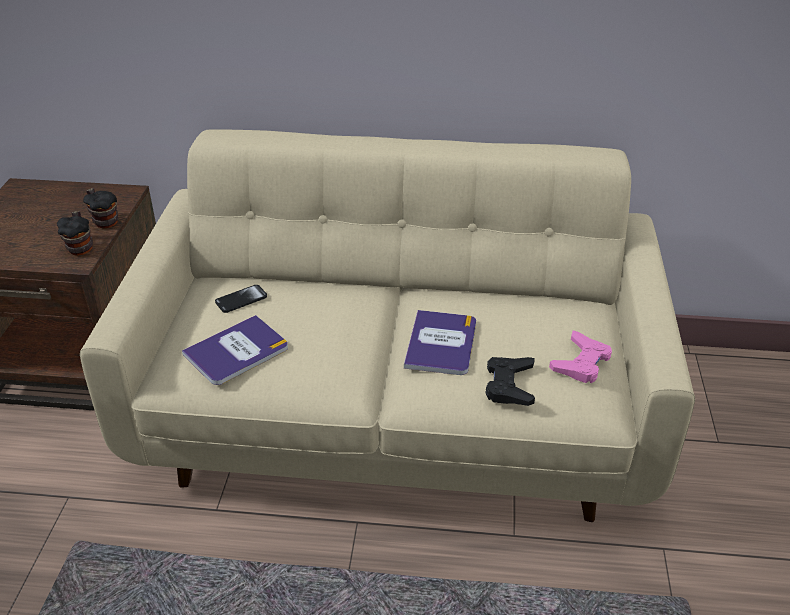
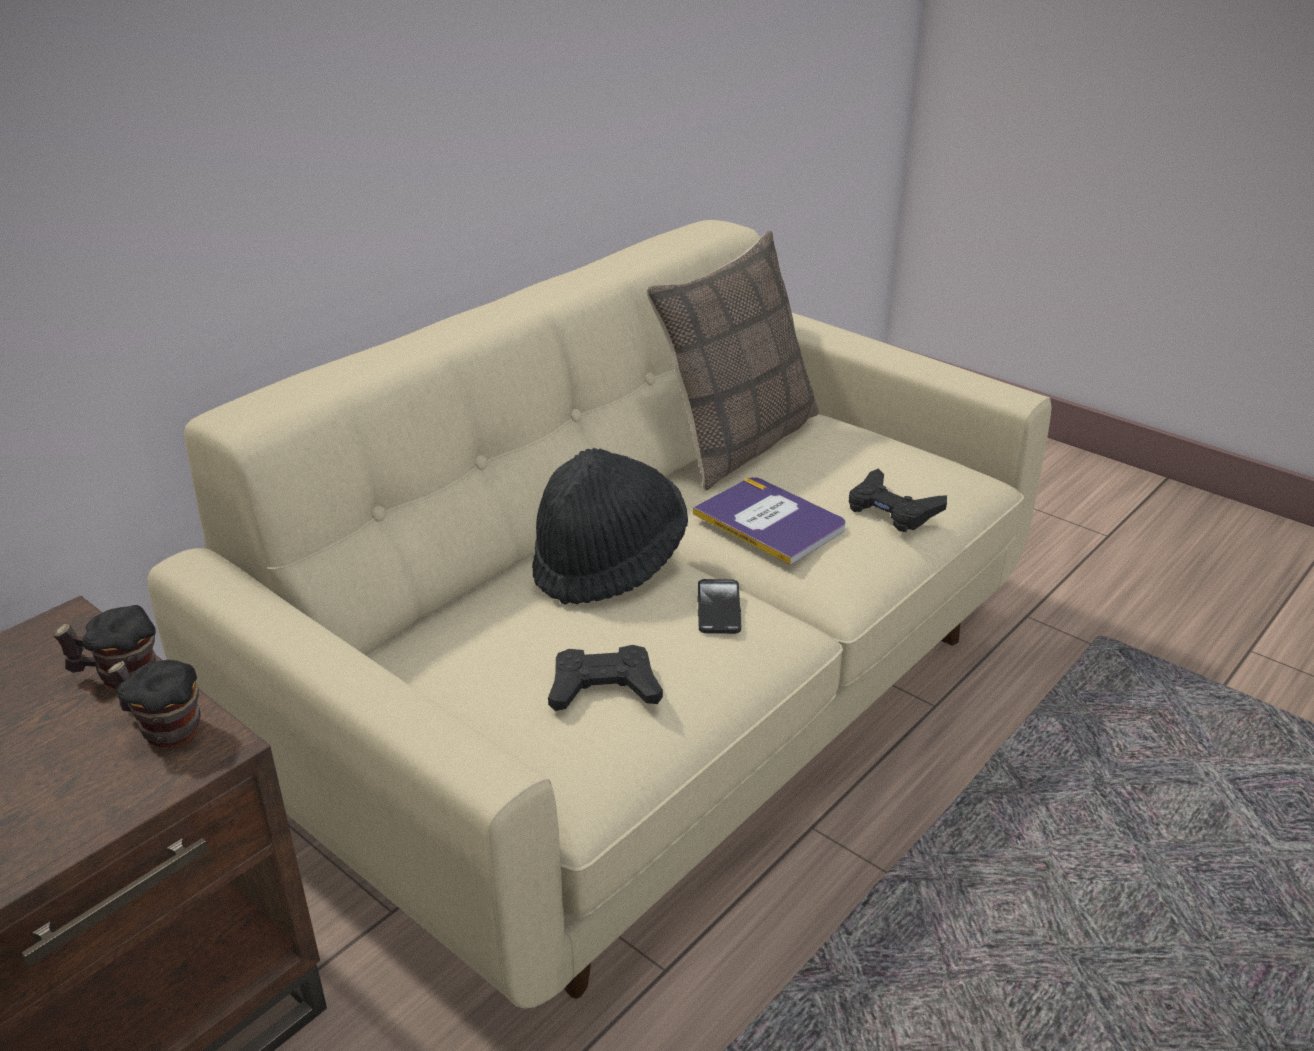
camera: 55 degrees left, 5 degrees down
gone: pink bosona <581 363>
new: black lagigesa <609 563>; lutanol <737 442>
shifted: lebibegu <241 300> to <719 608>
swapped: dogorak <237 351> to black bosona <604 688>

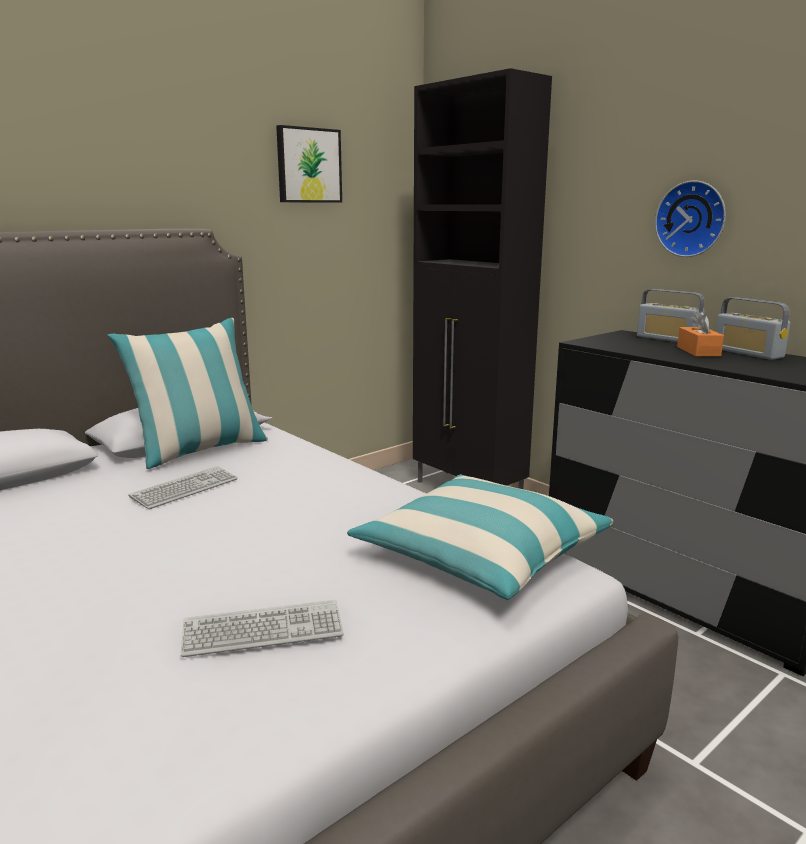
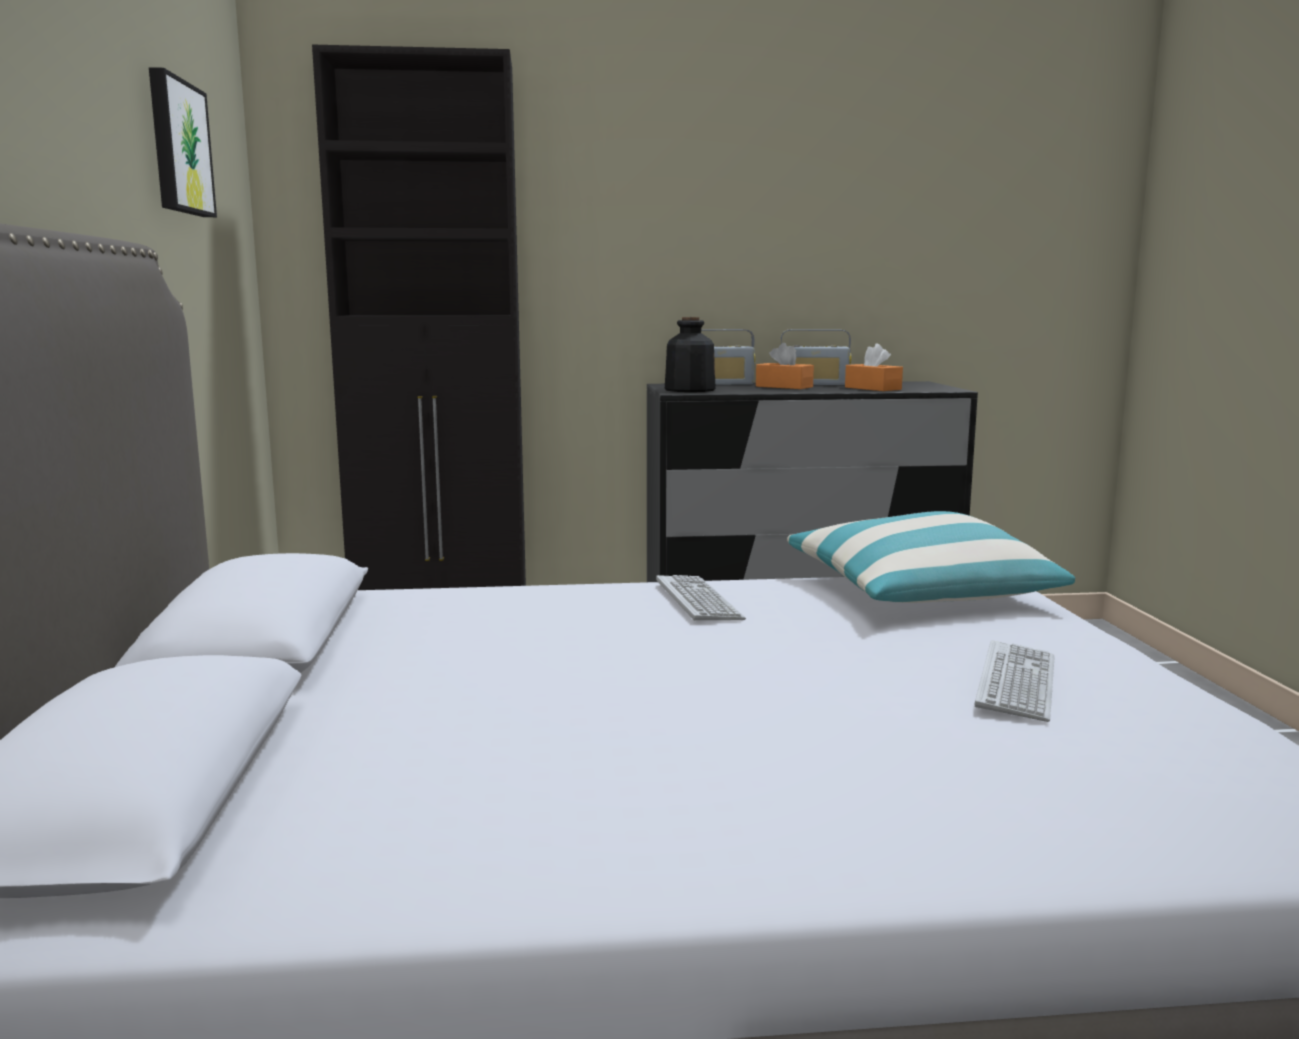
camera: 55 degrees left, 5 degrees down
gone: lutanol <200 450>; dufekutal <692 219>
new: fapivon <689 390>; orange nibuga <872 388>
shifted: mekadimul <185 489> to <698 600>

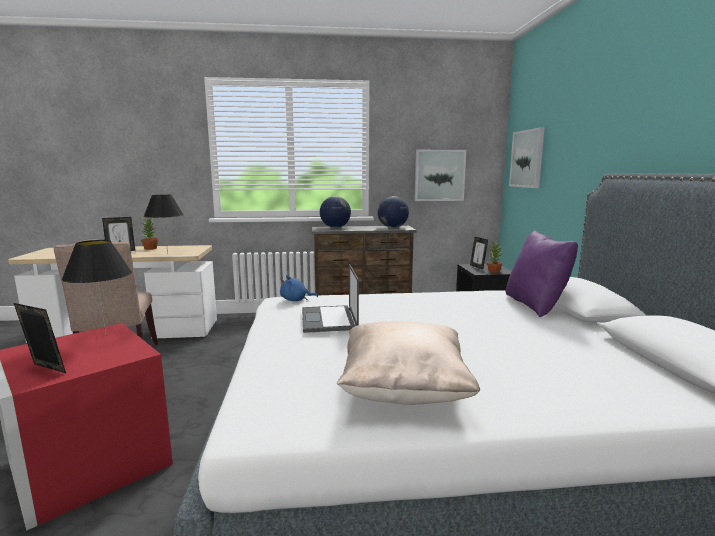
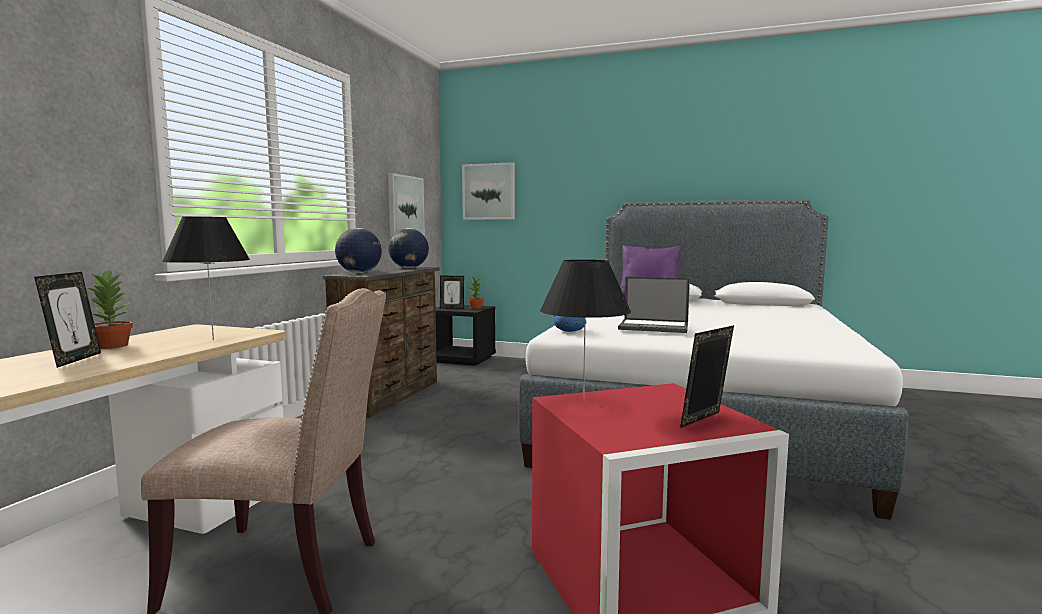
camera: 65 degrees left, 5 degrees down
gone: beige lutanol <404 390>

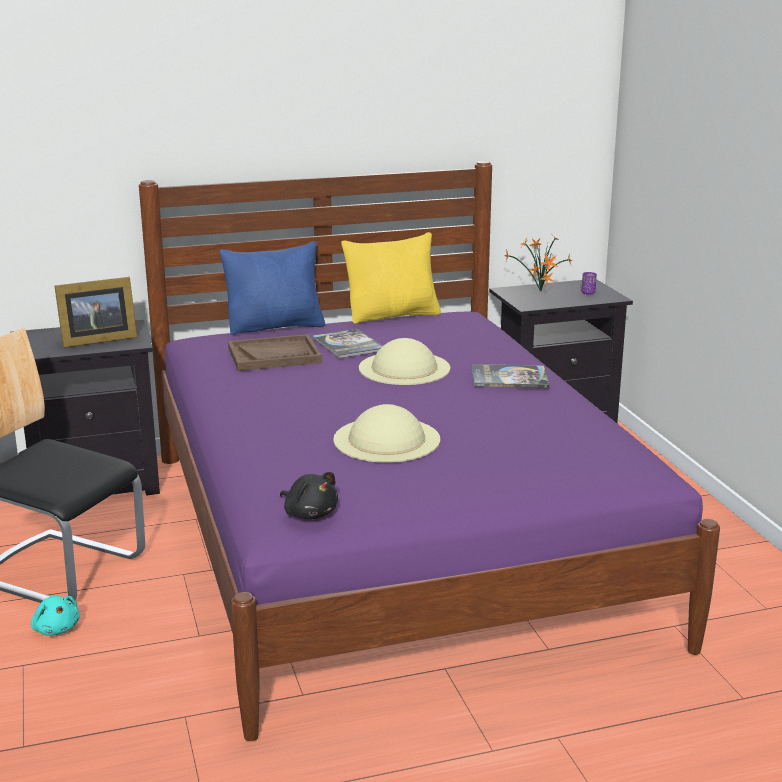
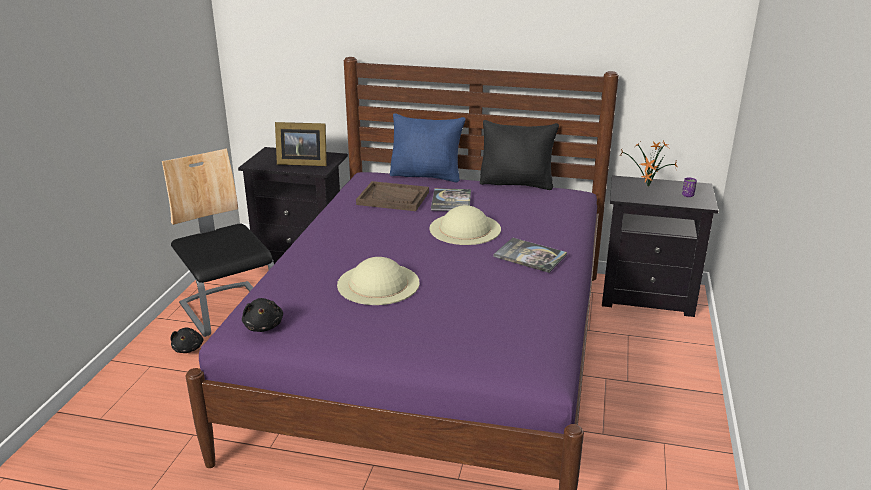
camera: 30 degrees right, 5 degrees up
repainted: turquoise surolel <56 628> to black surolel <188 348>; yellow lutanol <393 315> to black lutanol <517 183>

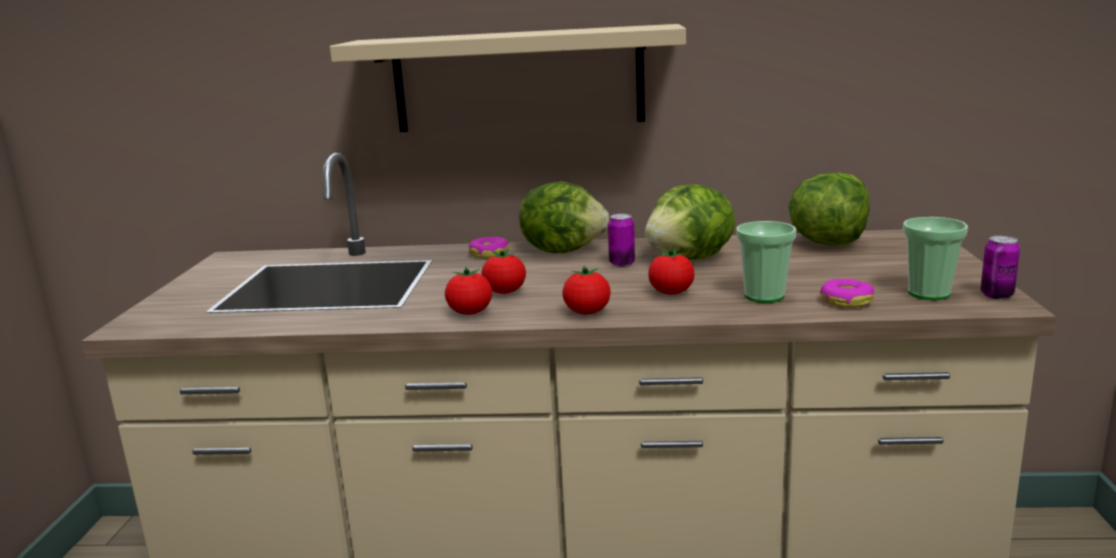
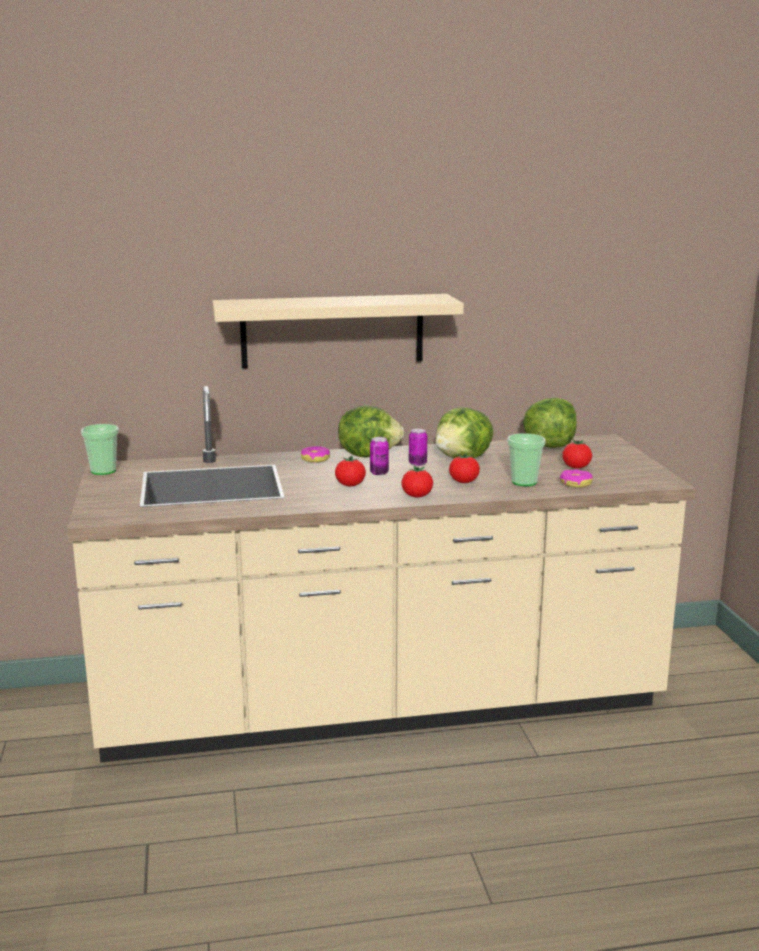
camera: 15 degrees left, 0 degrees up
shifted: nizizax <929 293> to <103 471>; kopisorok <996 295> to <379 473>; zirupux <470 312> to <576 467>

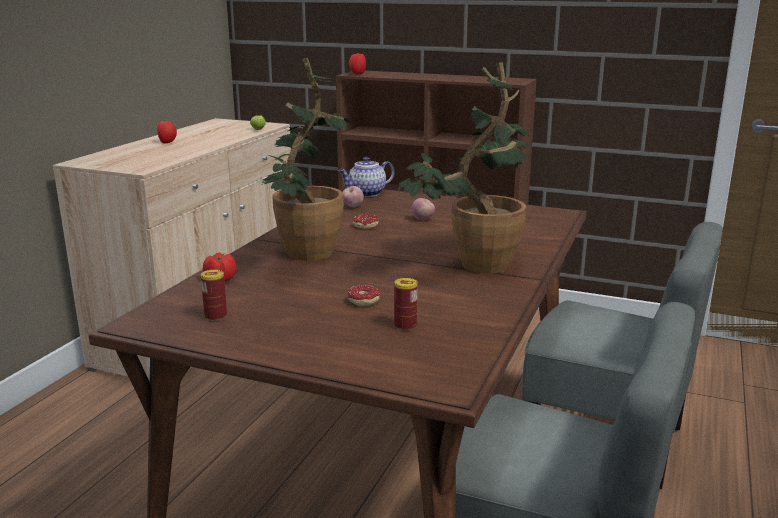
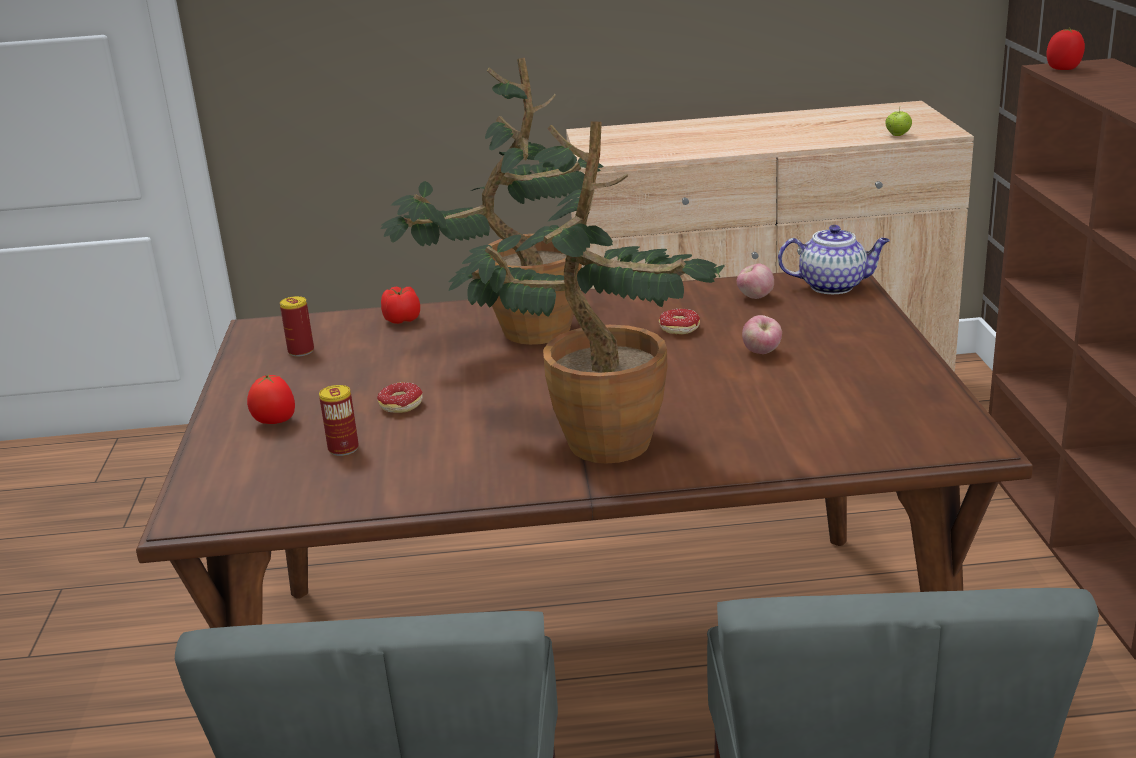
camera: 65 degrees right, 5 degrees up
shifted: zirupux <168 143> to <274 422>
rotated: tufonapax <366 193> = <833 286> 150 degrees clockwise

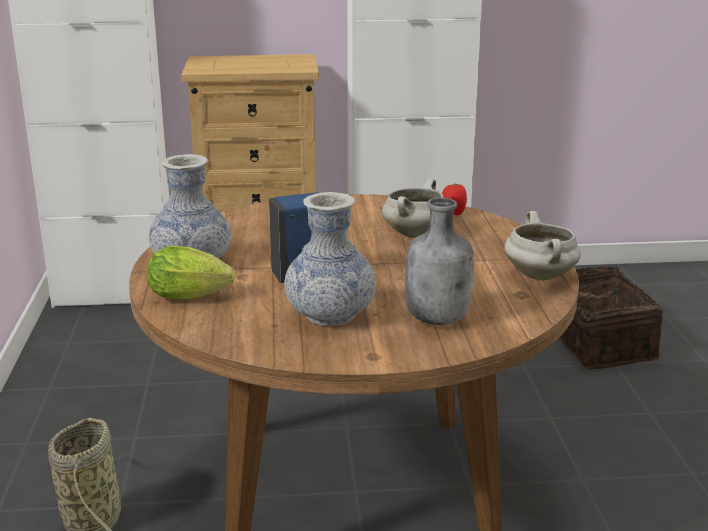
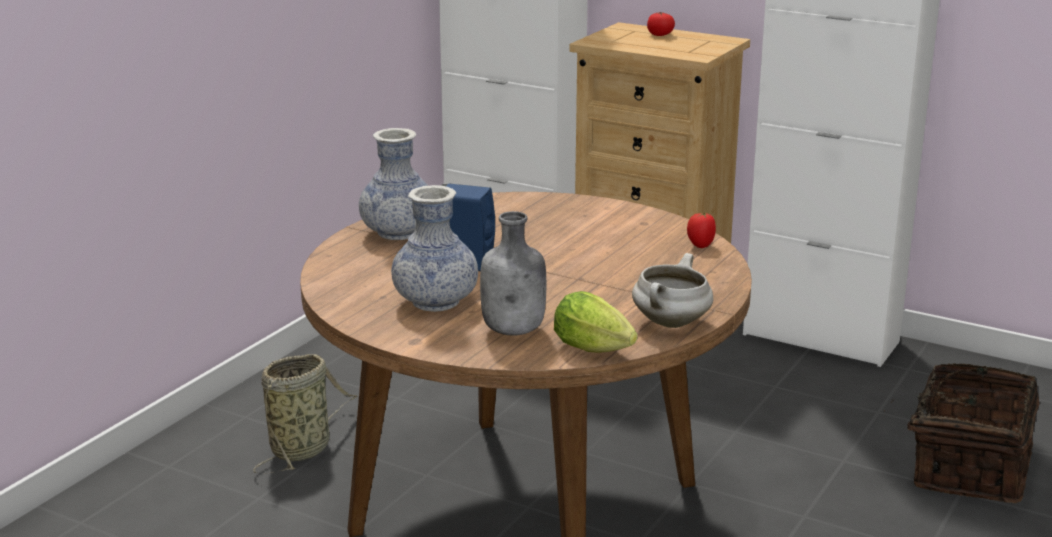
camera: 35 degrees right, 0 degrees up
gone: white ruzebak <414 234>
new: zirupux <660 35>
shifted: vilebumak <193 297> to <597 350>

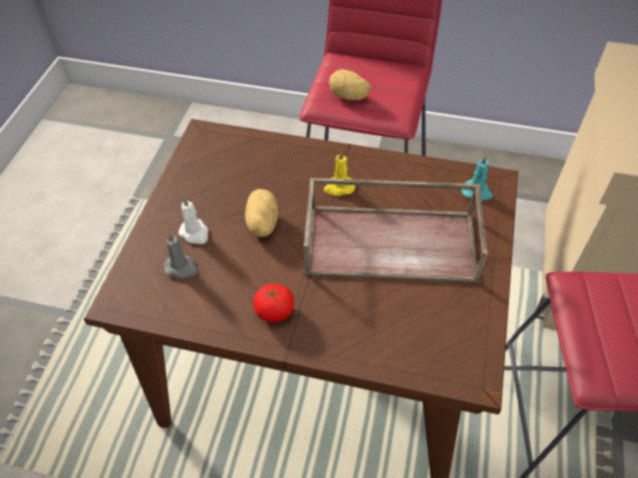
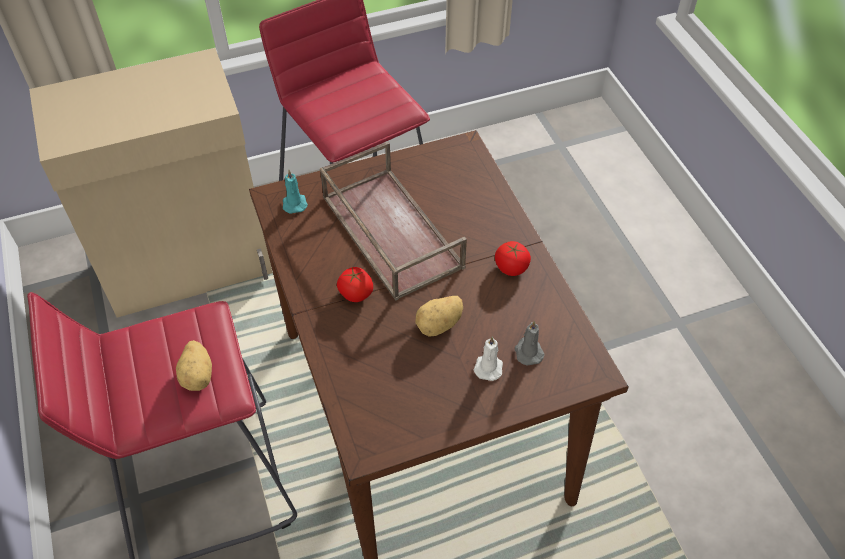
camera: 125 degrees left, 0 degrees up
swapped: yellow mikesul <339 187> to zirupux <356 293>

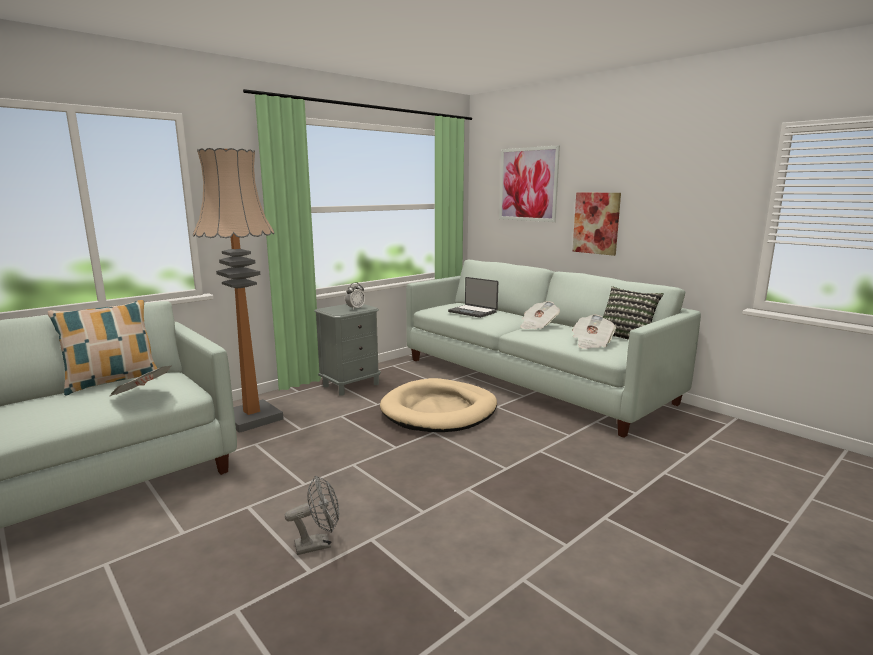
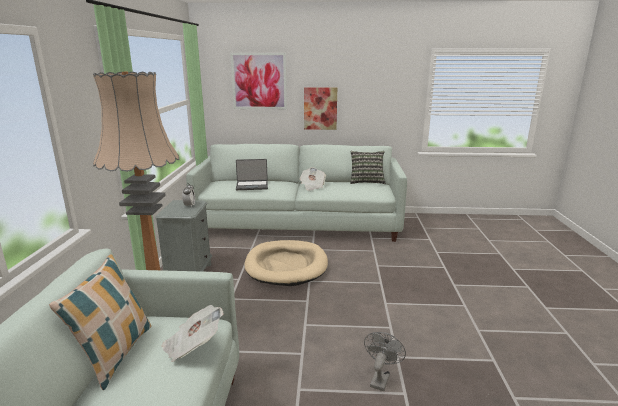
camera: 45 degrees left, 5 degrees up
gone: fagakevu <591 343>

